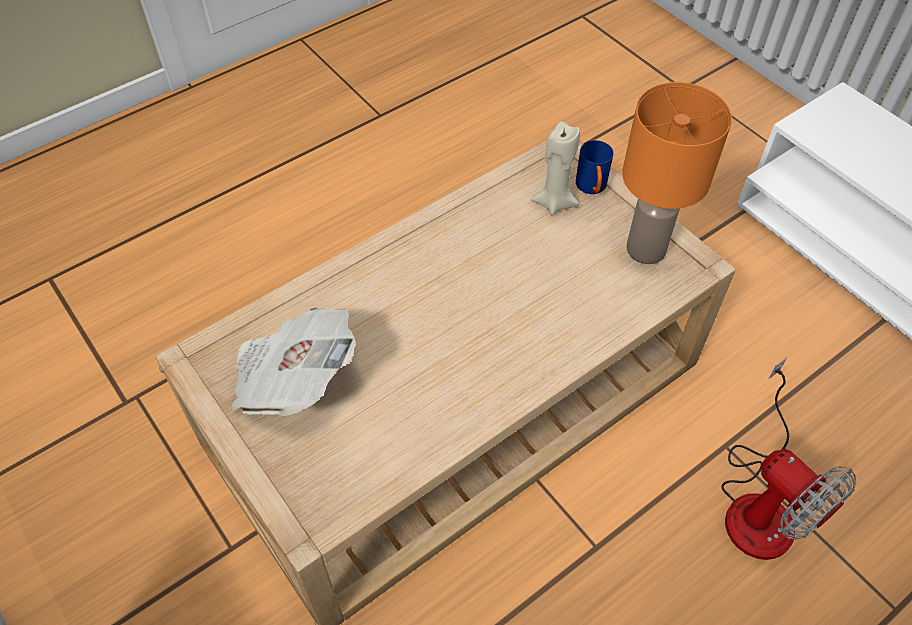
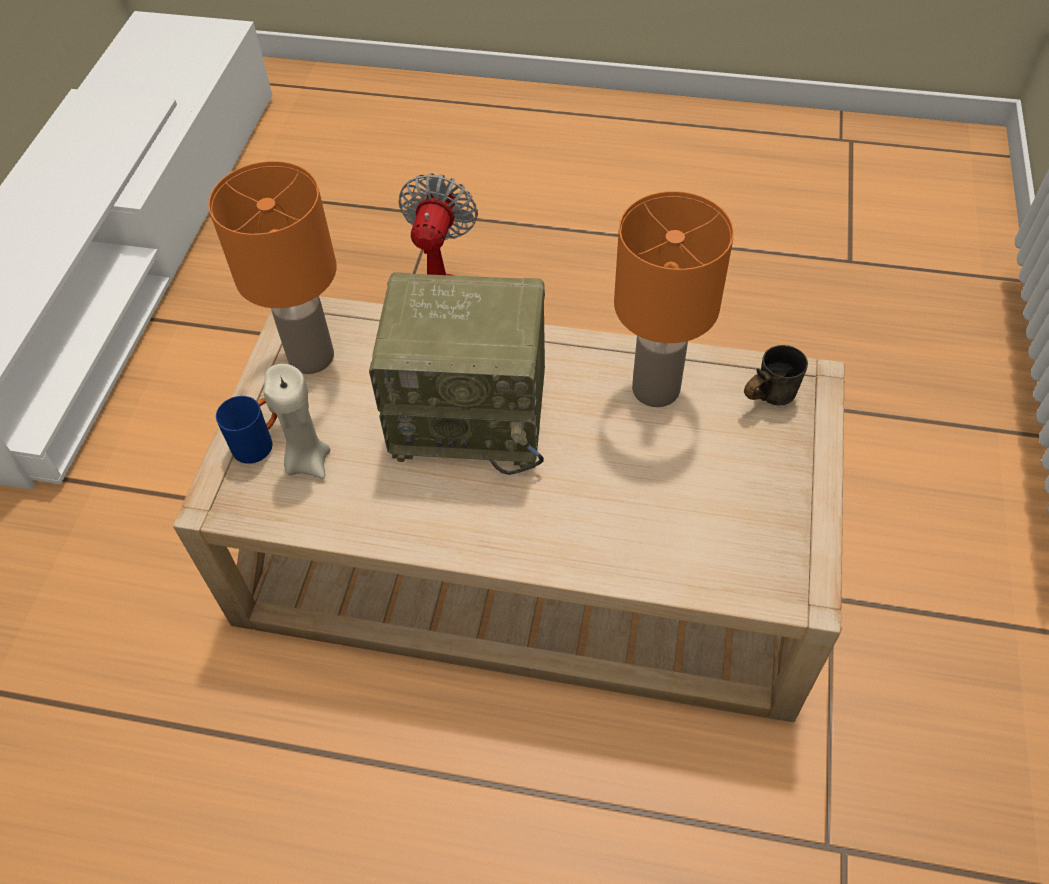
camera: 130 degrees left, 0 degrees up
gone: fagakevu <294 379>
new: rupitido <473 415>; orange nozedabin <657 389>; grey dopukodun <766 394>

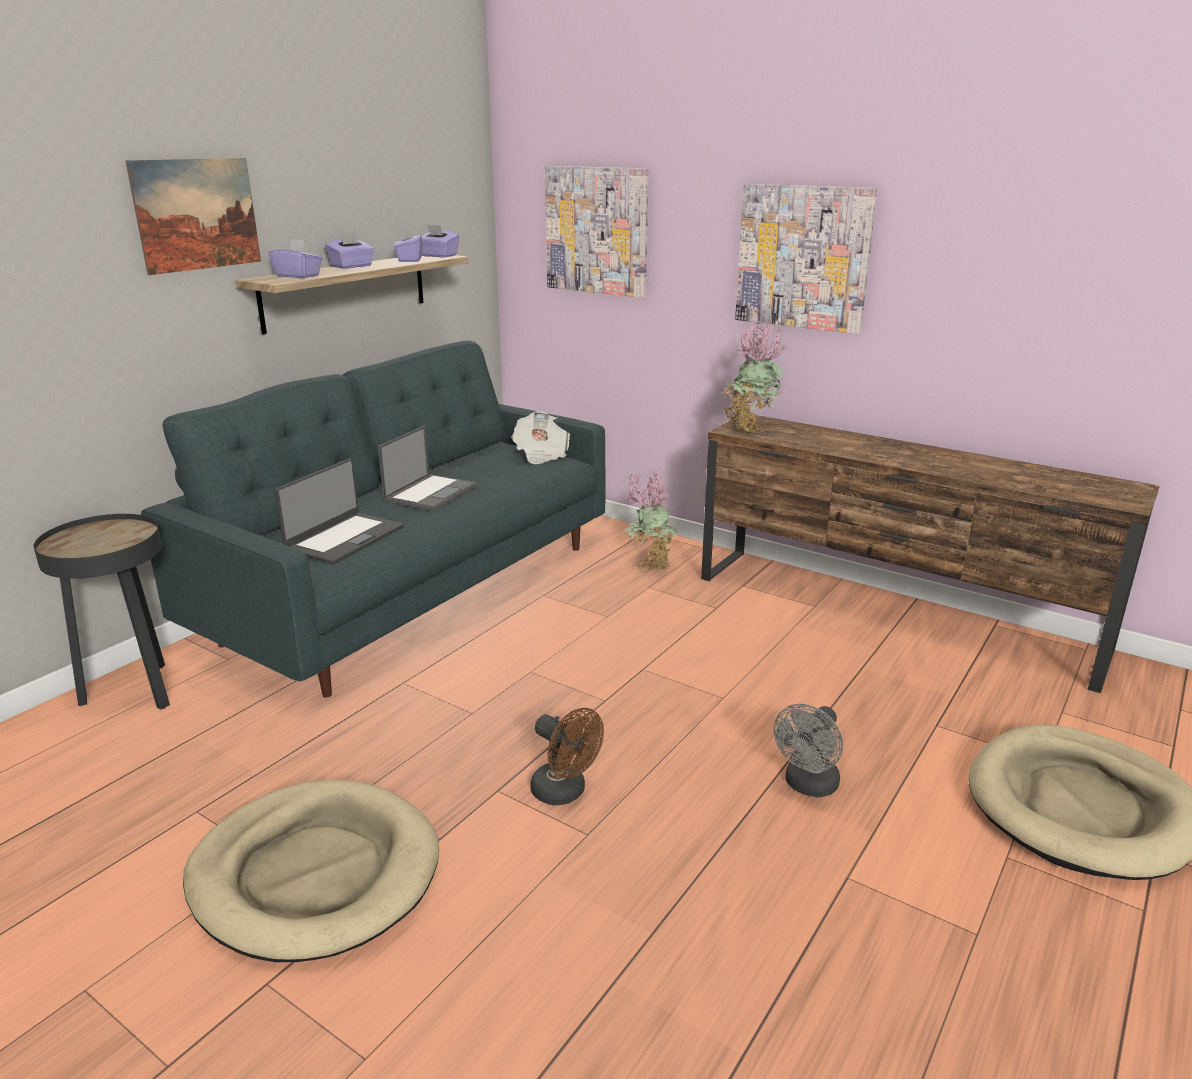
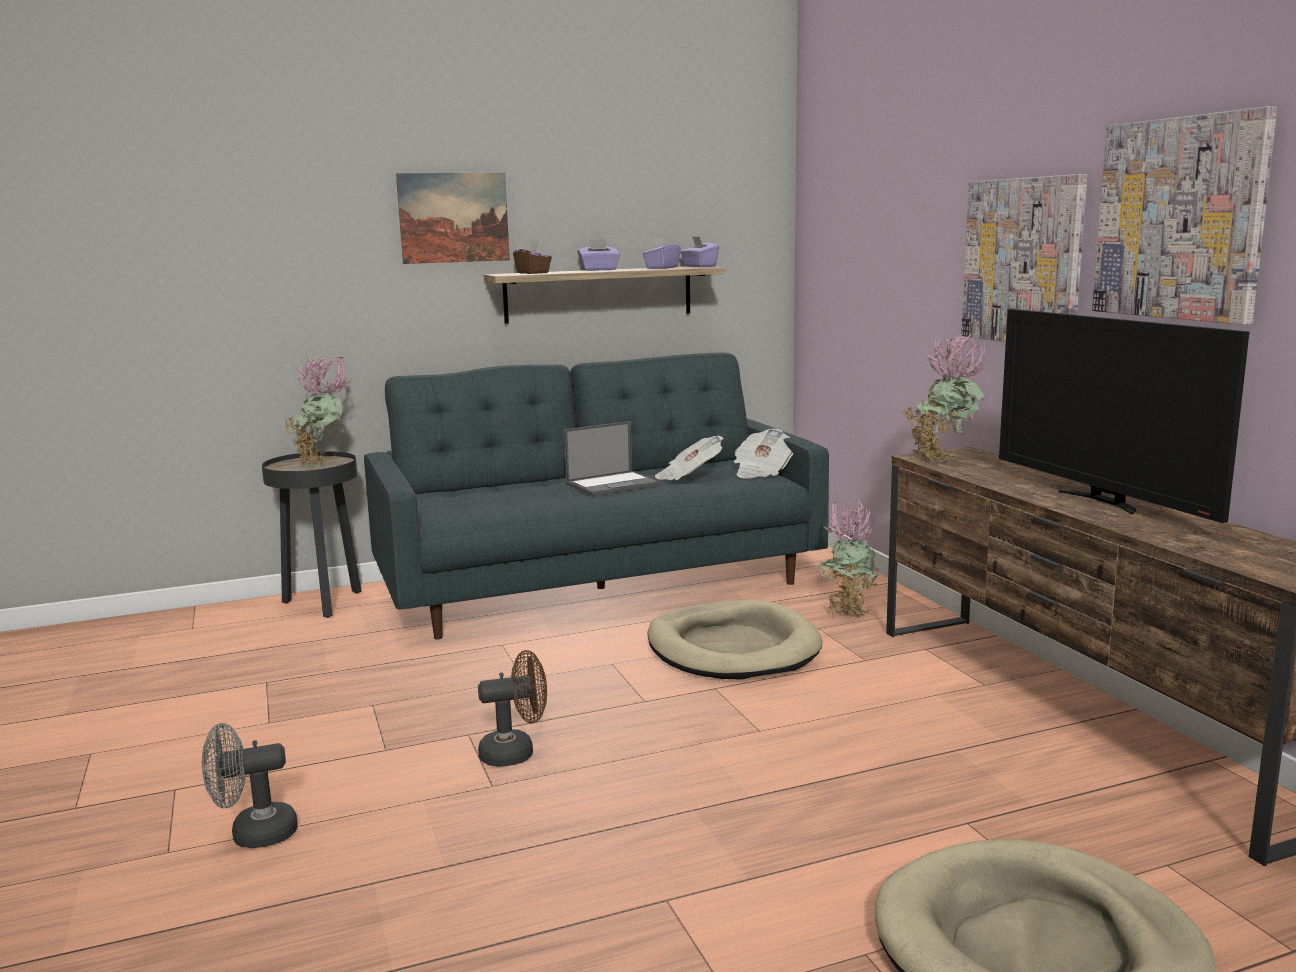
camera: 35 degrees right, 10 degrees down
gone: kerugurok <344 538>
new: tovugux <323 462>; fagakevu <689 476>; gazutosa <1102 501>
shifted: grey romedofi <808 786> to <253 834>; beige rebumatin <315 874> to <732 648>; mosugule <597 230> to <1179 219>
repainted: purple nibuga <298 276> to brown nibuga <533 273>
rotated: brown romedofi <565 792> = <516 753> 90 degrees counterclockwise

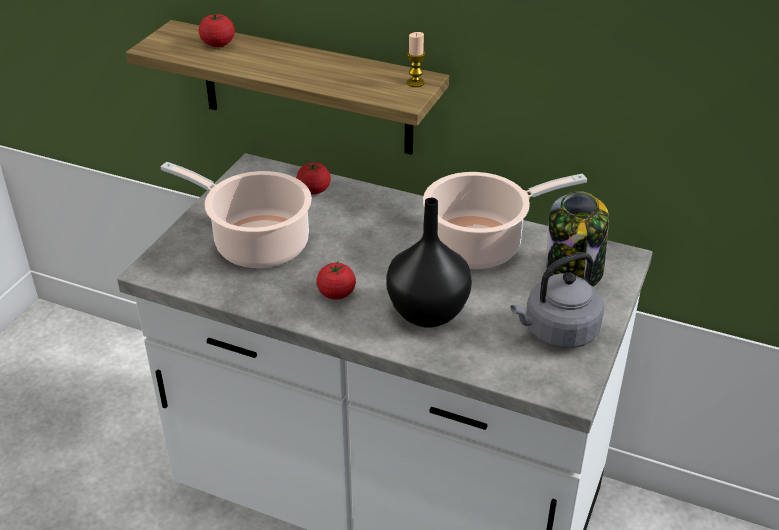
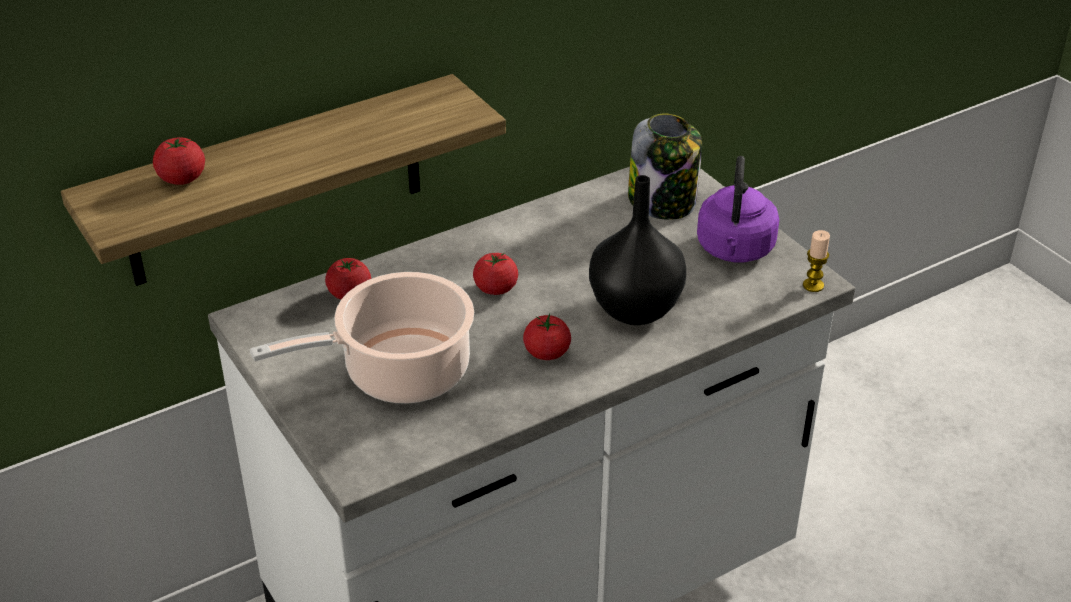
camera: 55 degrees left, 0 degrees up
gone: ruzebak <480 245>
new: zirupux <495 288>
shifted: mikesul <415 83> to <813 285>
repainted: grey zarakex <557 332> to purple zarakex <735 250>

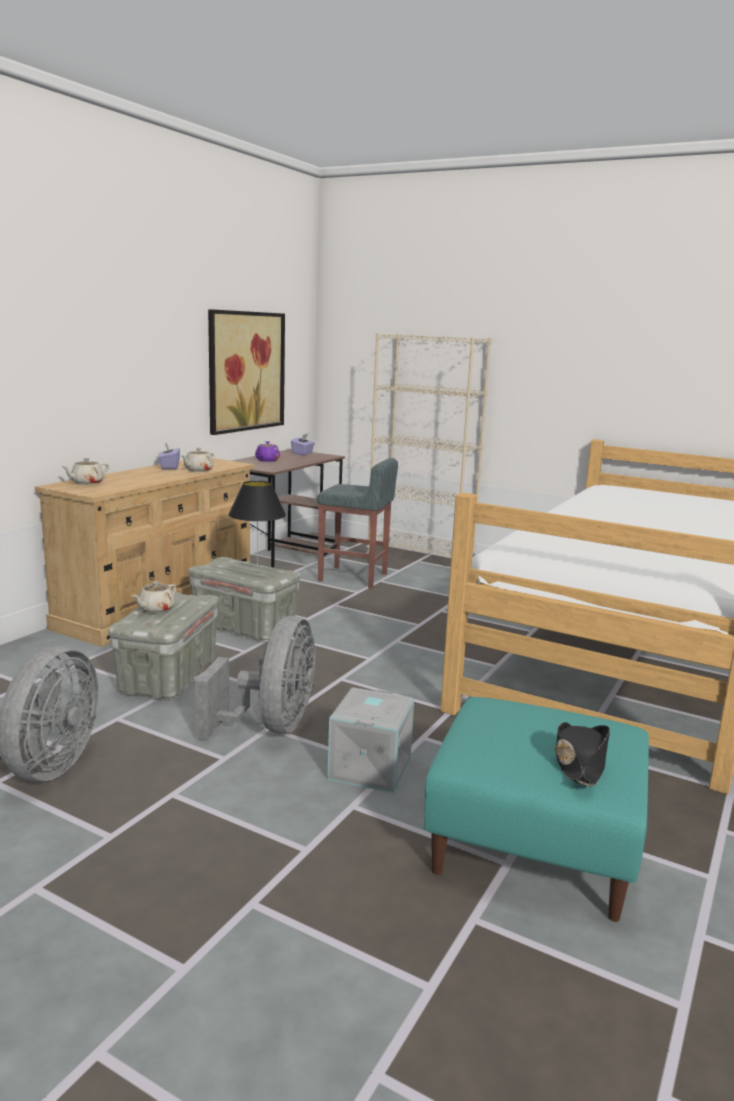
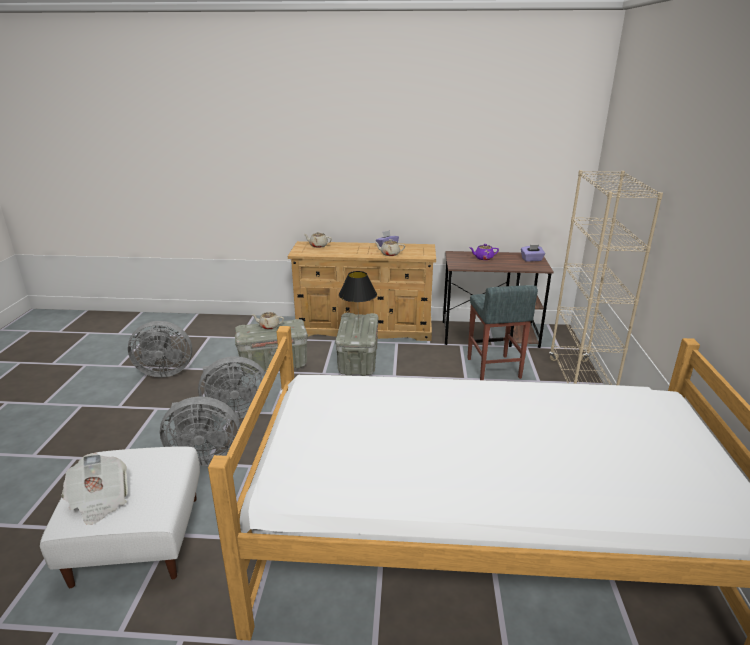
camera: 65 degrees right, 10 degrees up
gone: mosugule <246 371>
swapped: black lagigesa <579 762> to fagakevu <99 500>; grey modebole <368 768> to grey romedofi <204 456>
repainted: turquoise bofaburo <534 846> to white bofaburo <138 539>

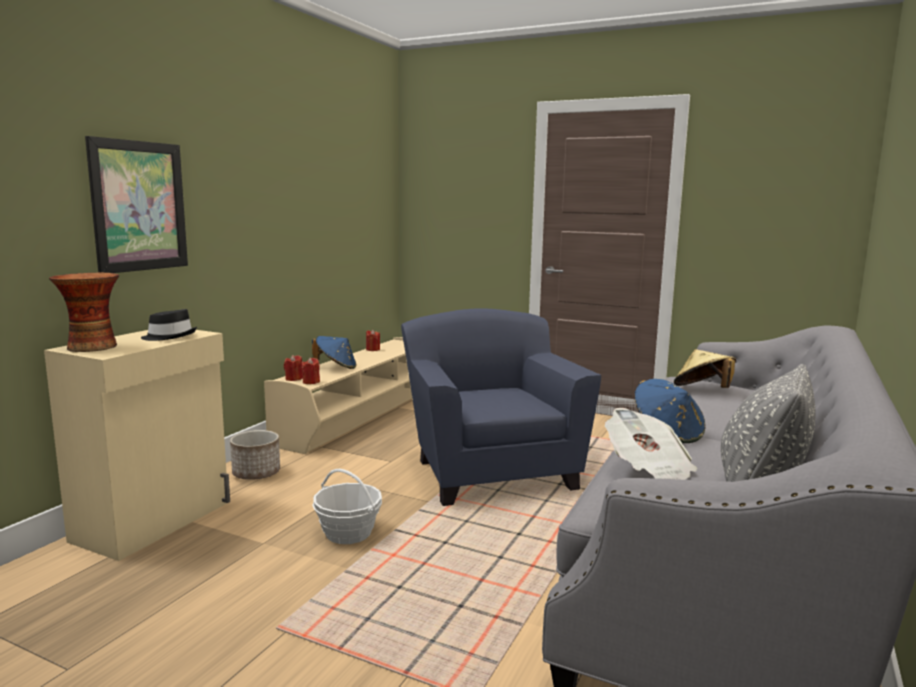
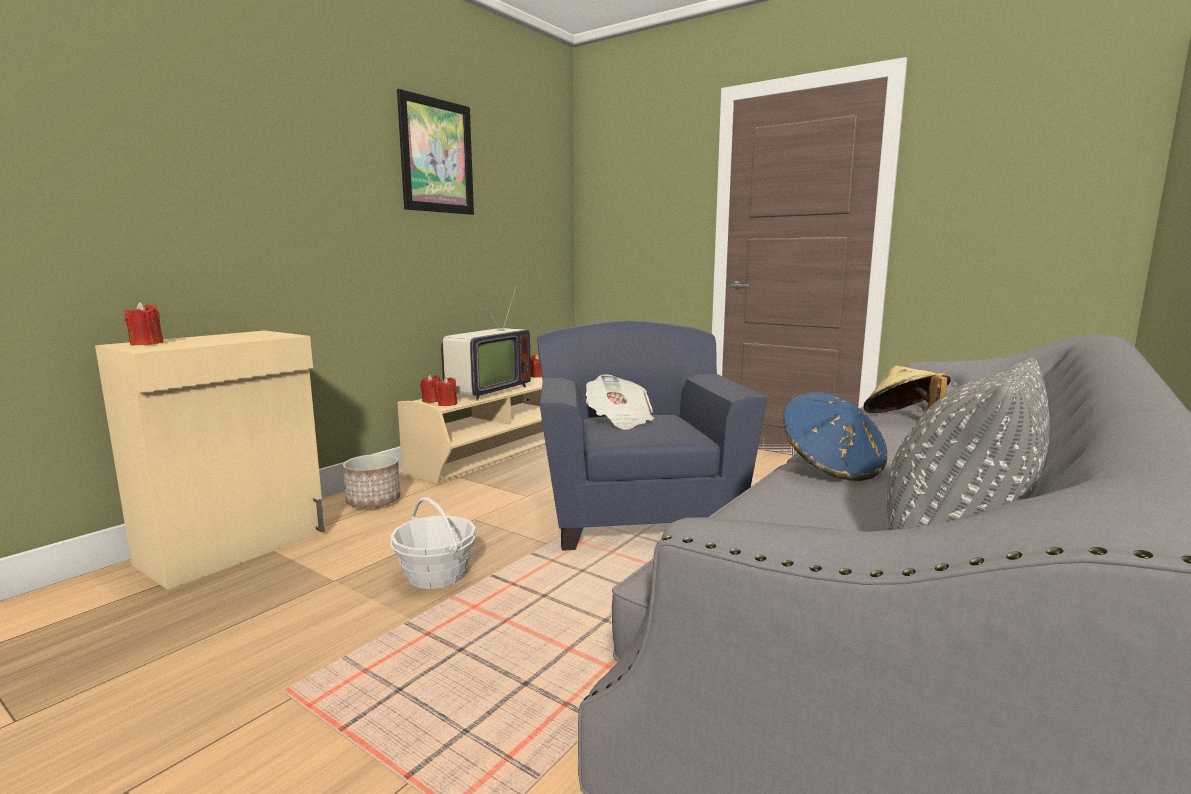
camera: 10 degrees right, 0 degrees up
gone: black lagigesa <170 336>
shifted: mosugule <139 206> to <437 156>; fagakevu <649 470> to <619 420>
swapped: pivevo <91 347> to red mikesul <147 343>; blue lagigesa <336 367> to gazutosa <485 391>

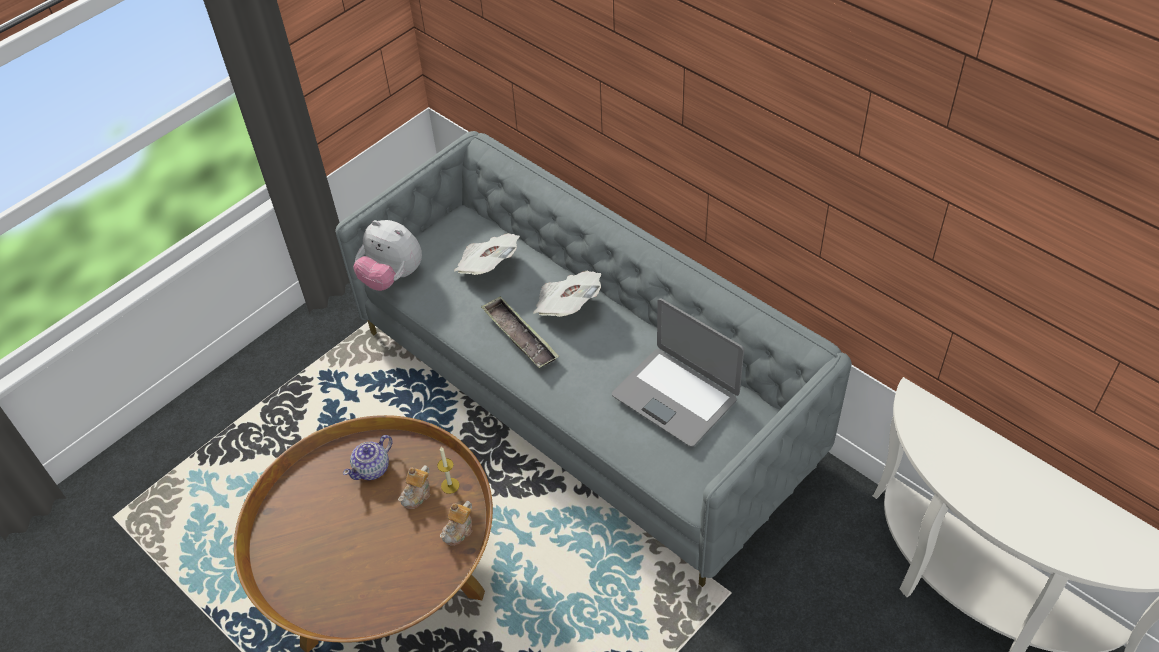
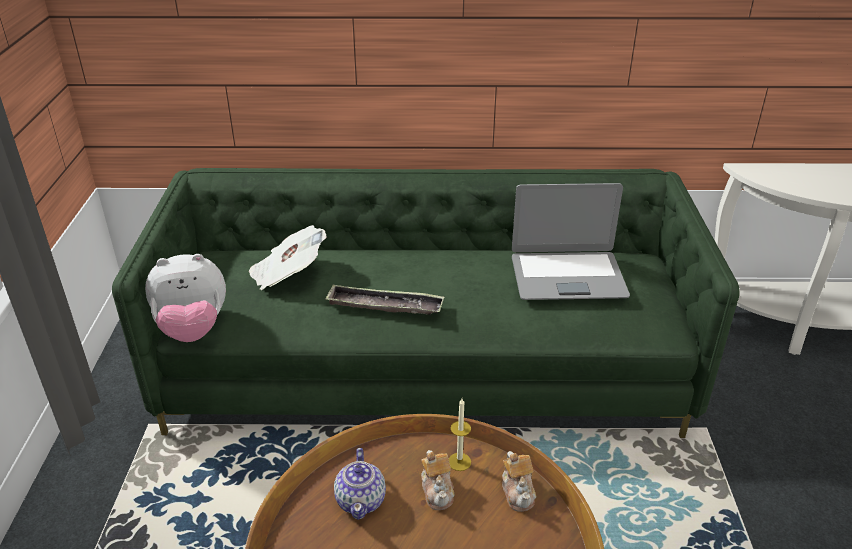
camera: 45 degrees left, 15 degrees down
gone: fagakevu <567 305>
repainted: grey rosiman <584 395> to green rosiman <426 368>

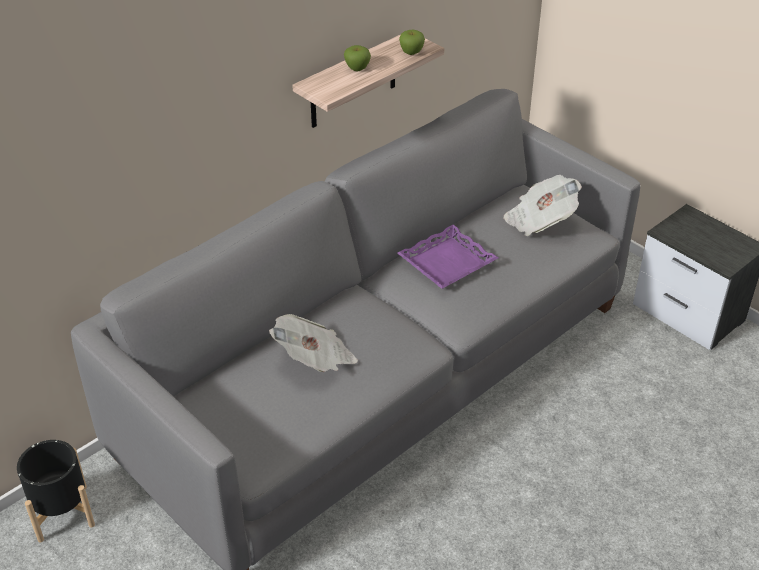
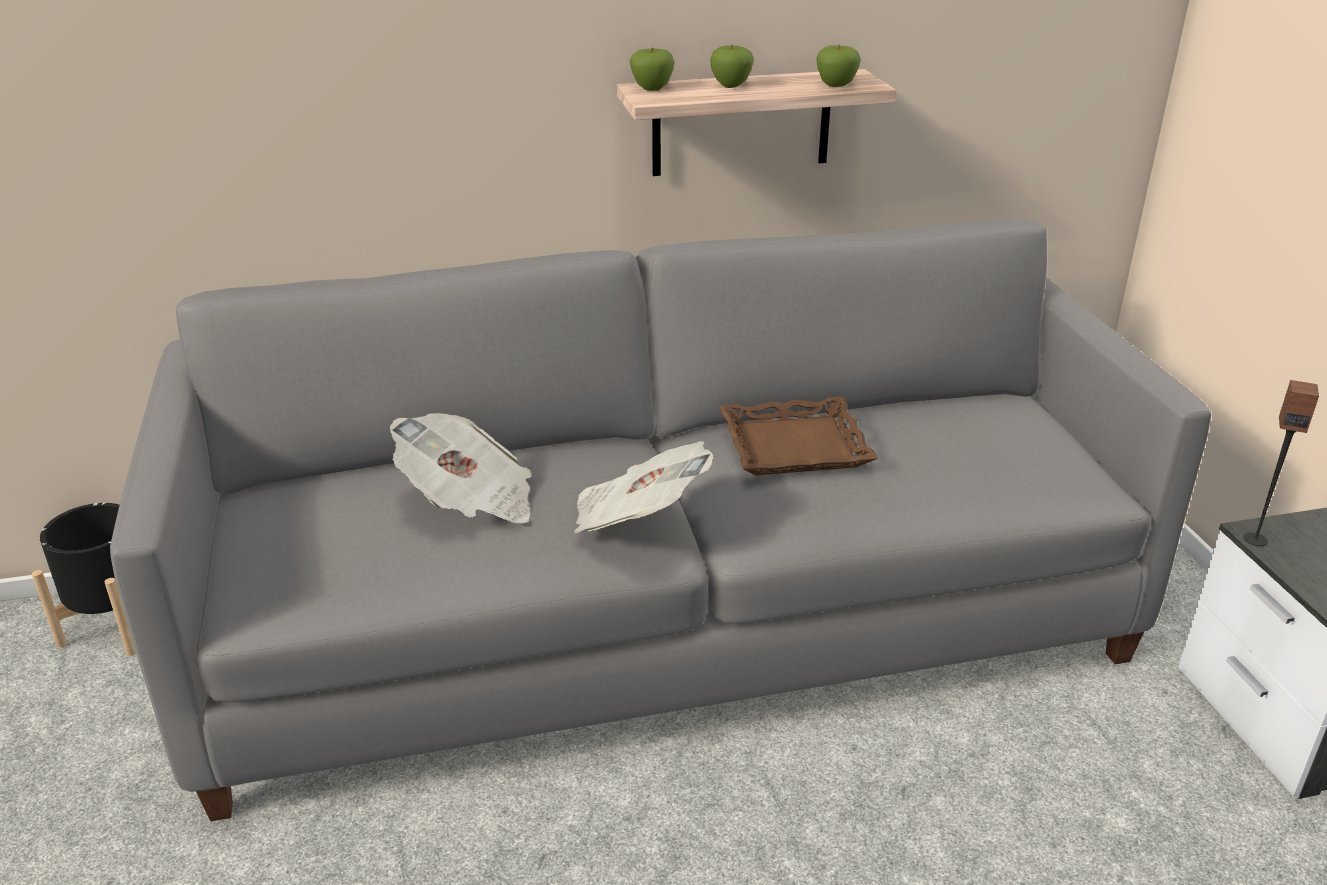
camera: 30 degrees right, 10 degrees down
new: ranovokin <652 88>; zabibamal <1255 539>
shifted: fagakevu <540 220> to <638 519>
repainted: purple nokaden <446 262> to brown nokaden <794 445>

